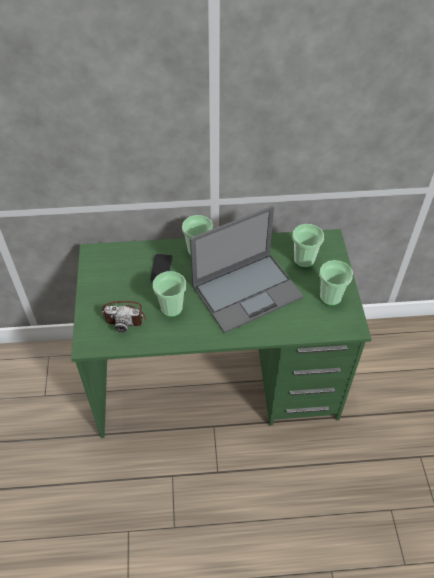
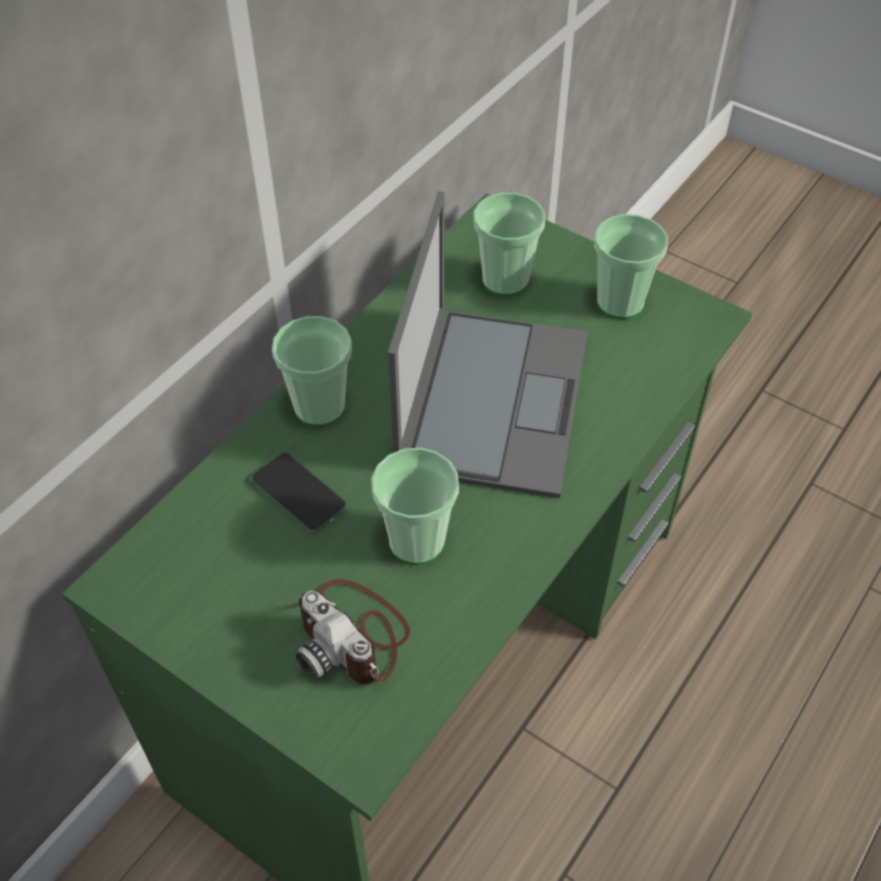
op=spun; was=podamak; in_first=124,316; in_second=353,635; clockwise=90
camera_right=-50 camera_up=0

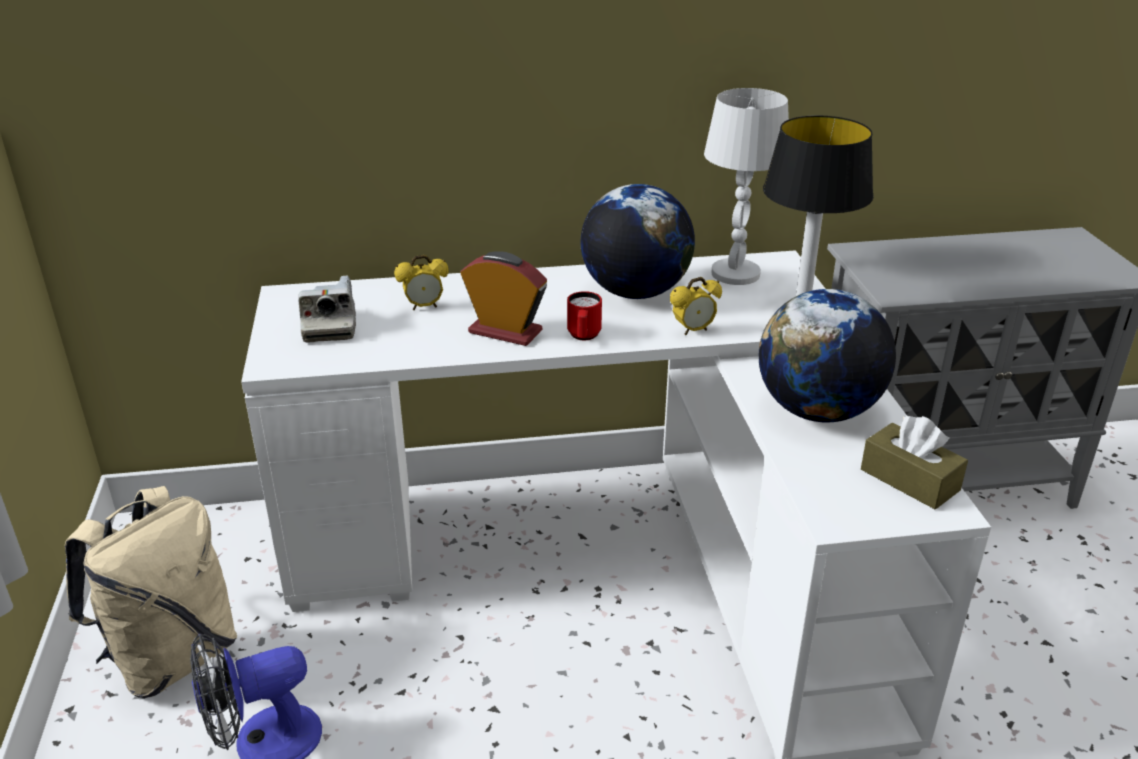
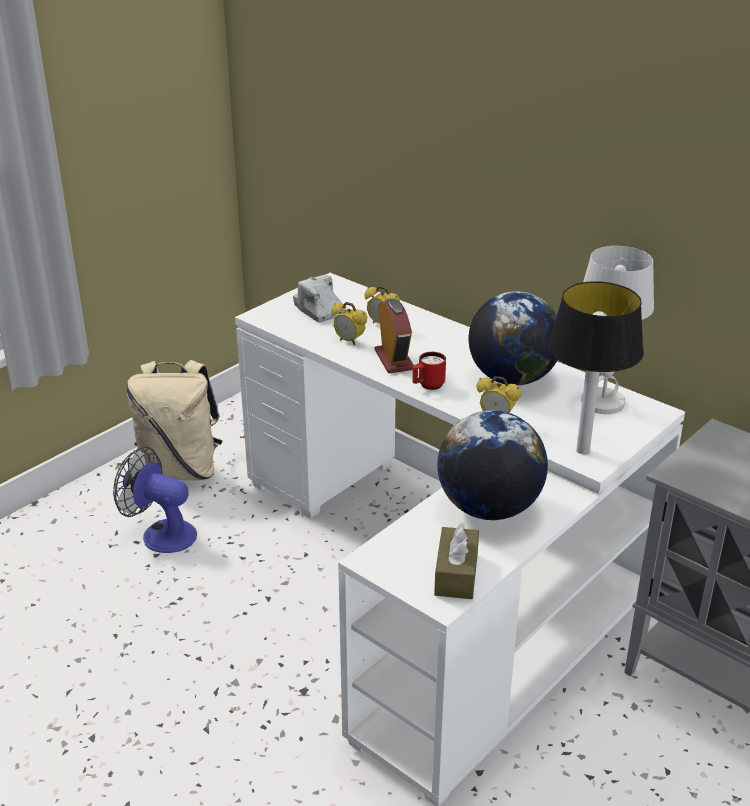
op=spun; was=podamak; in_first=330,326; in_second=319,310; clockwise=105
op=appeared; now=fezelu; in_second=349,341
camera_right=50 camera_up=0

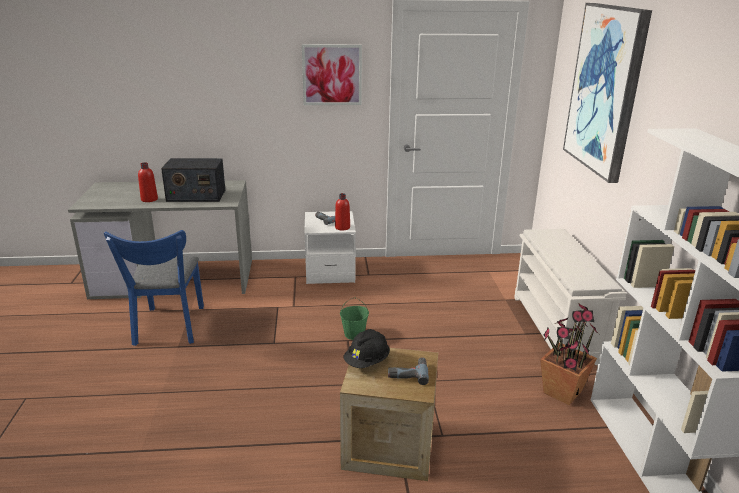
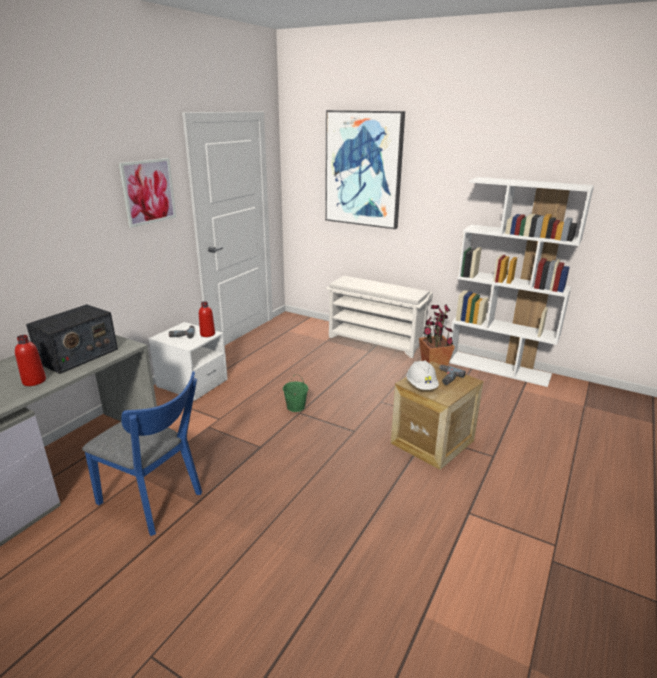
op=colour; was=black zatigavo; now=white zatigavo; in_first=367,362; in_second=421,386
camera_right=-55 camera_up=0

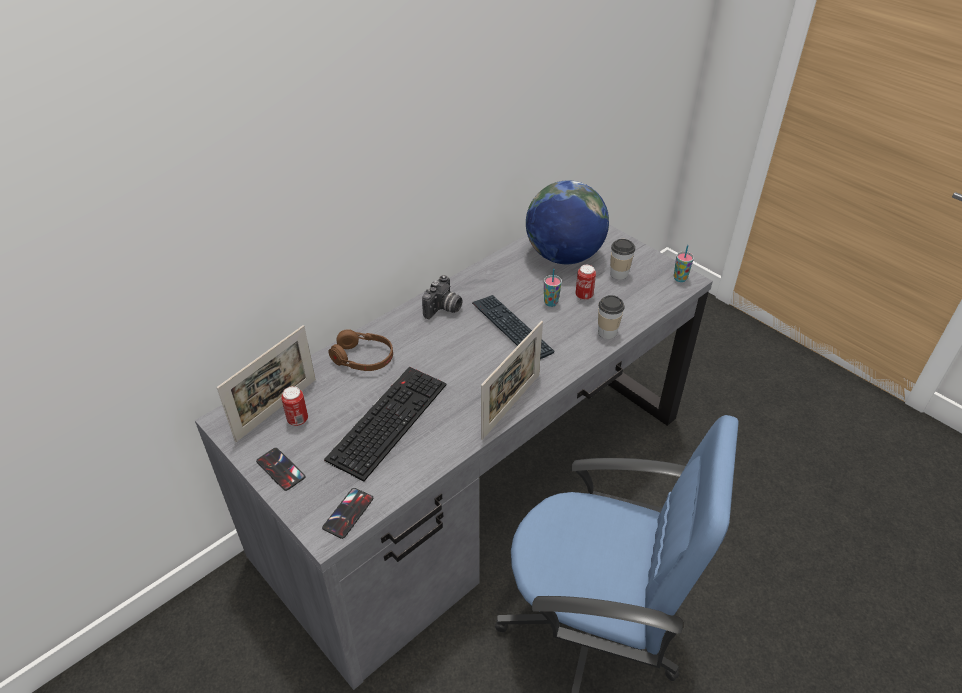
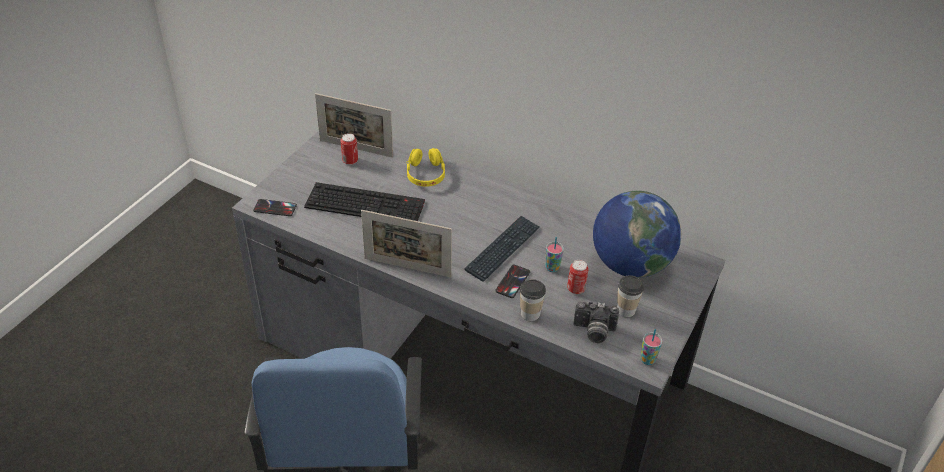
op=colour; was=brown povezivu; now=yellow povezivu; in_first=363,358; in_second=425,174
op=relocated; was=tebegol; in_first=280,469; in_second=512,281
op=relocated; was=podamak; in_first=444,309; in_second=594,332
camera_right=70 camera_up=0

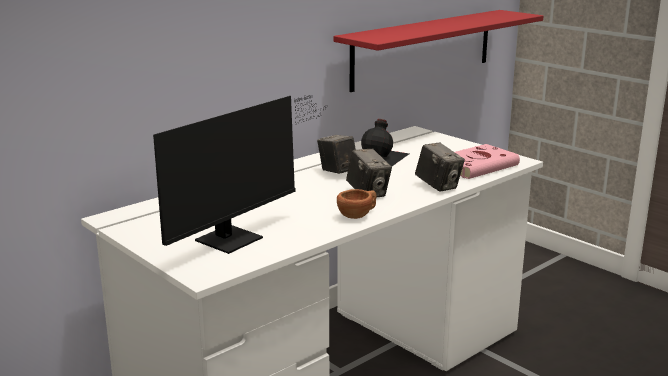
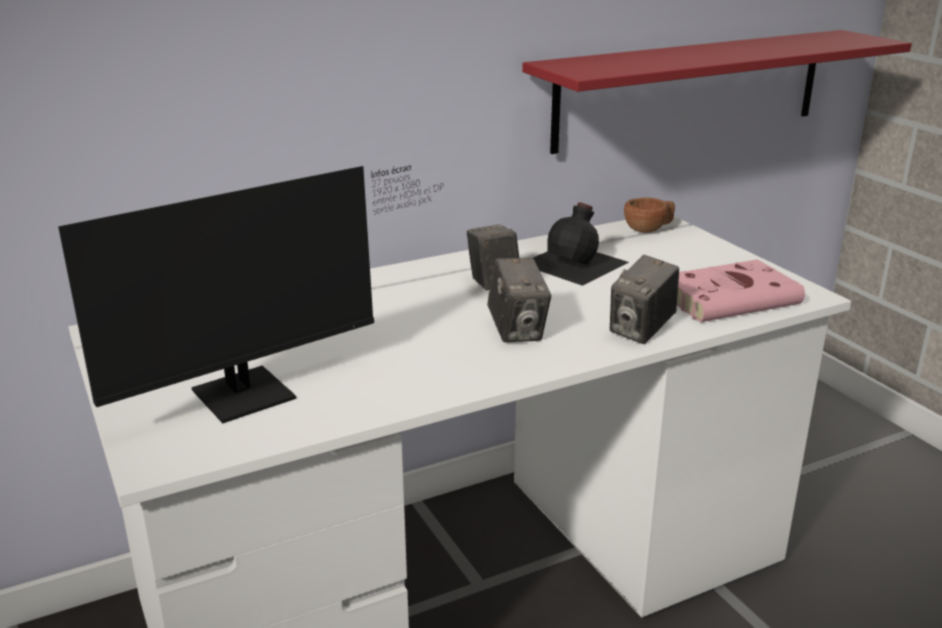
op=spun; was=podamak; in_first=438,186; in_second=641,331; clockwise=60
op=relocated; was=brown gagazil; in_first=358,215; in_second=649,229
camera_right=15 camera_up=5

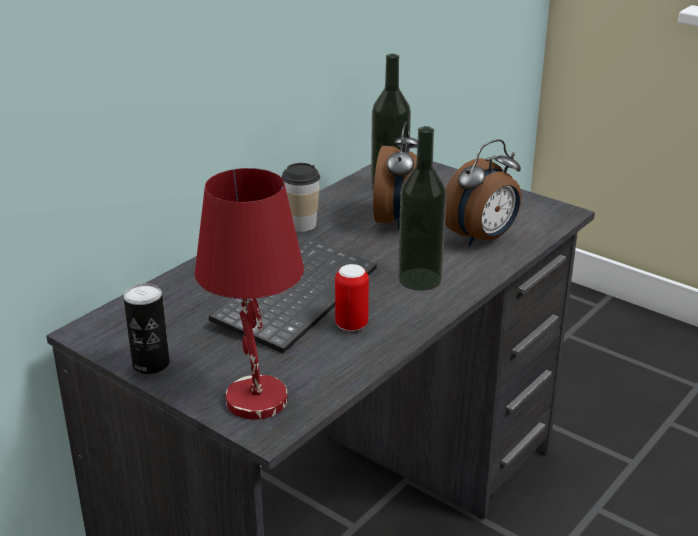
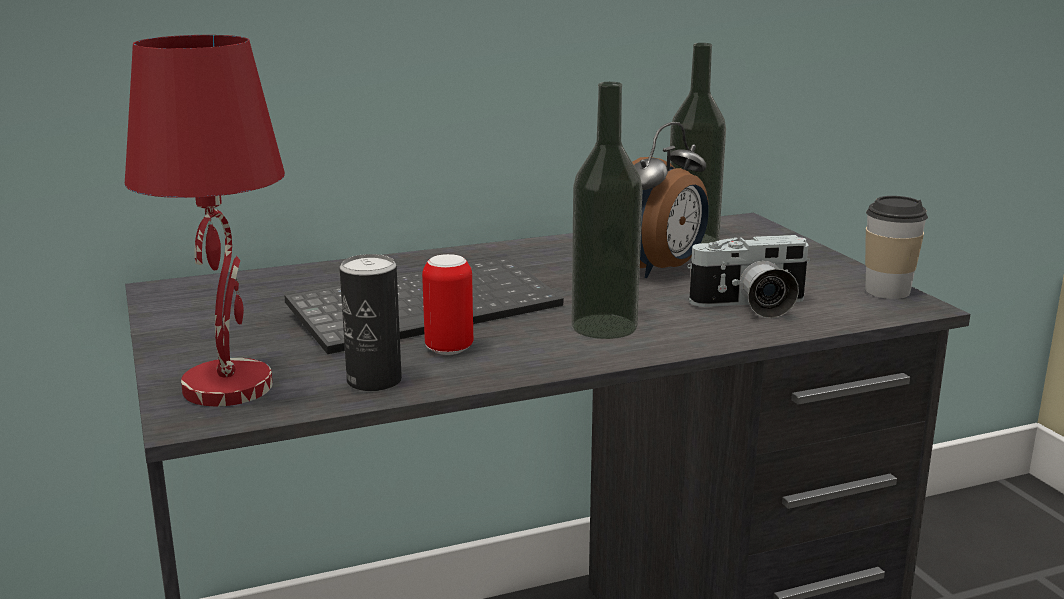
op=relocated; was=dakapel; in_first=151,364; in_second=374,381
op=exchanged; was=fezelu; now=podamak; in_first=482,238; in_second=751,307
op=relocated; was=gagazil; in_first=302,224; in_second=887,291
camera_right=30 camera_up=-10

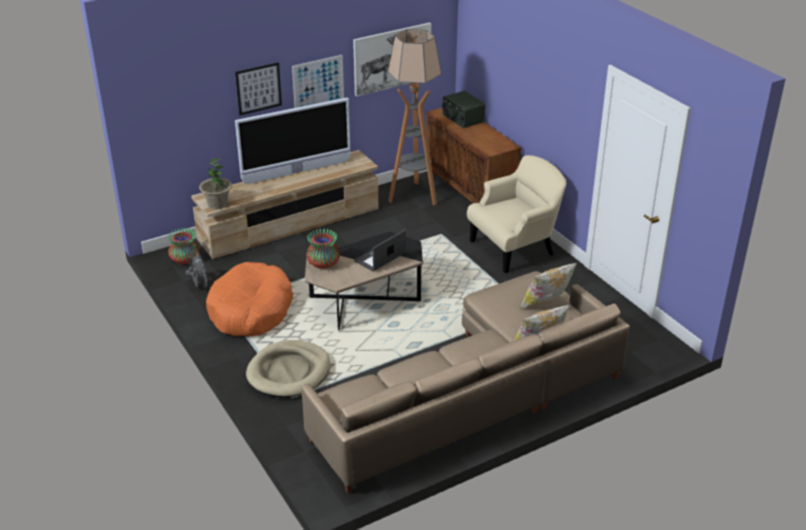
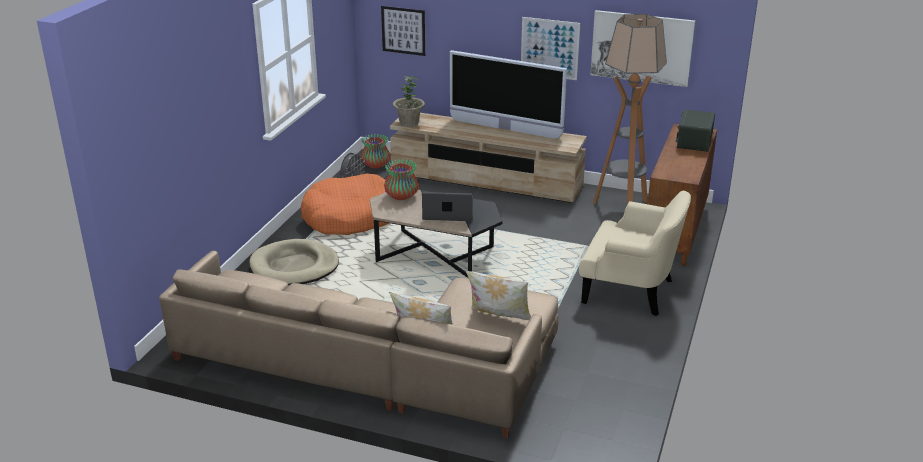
op=relocated; was=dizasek; in_first=258,88; in_second=403,30
camera_right=50 camera_up=-5

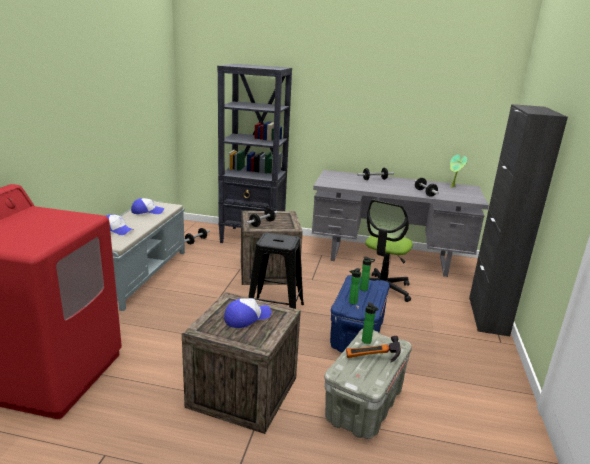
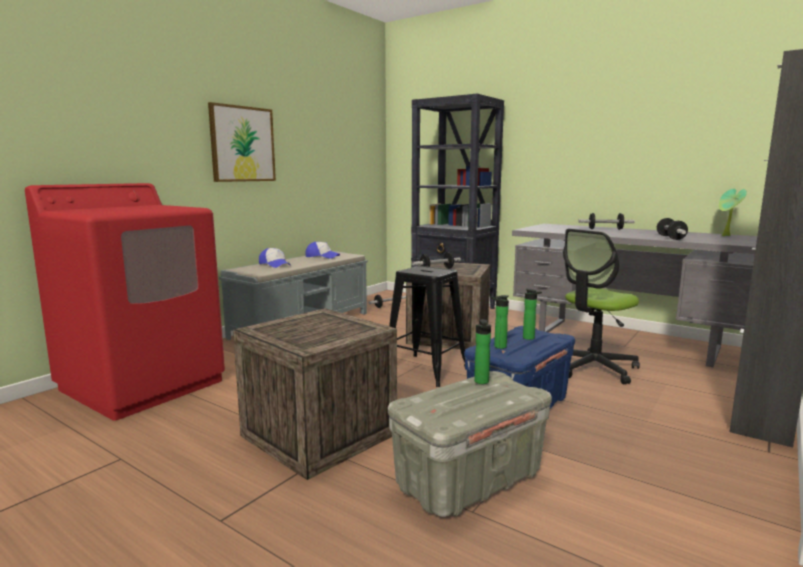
op=appeared; now=dizasek; in_second=242,144
op=missing; was=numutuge; in_first=247,317
op=missing; was=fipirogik; in_first=372,360
camera_right=25 camera_up=-10

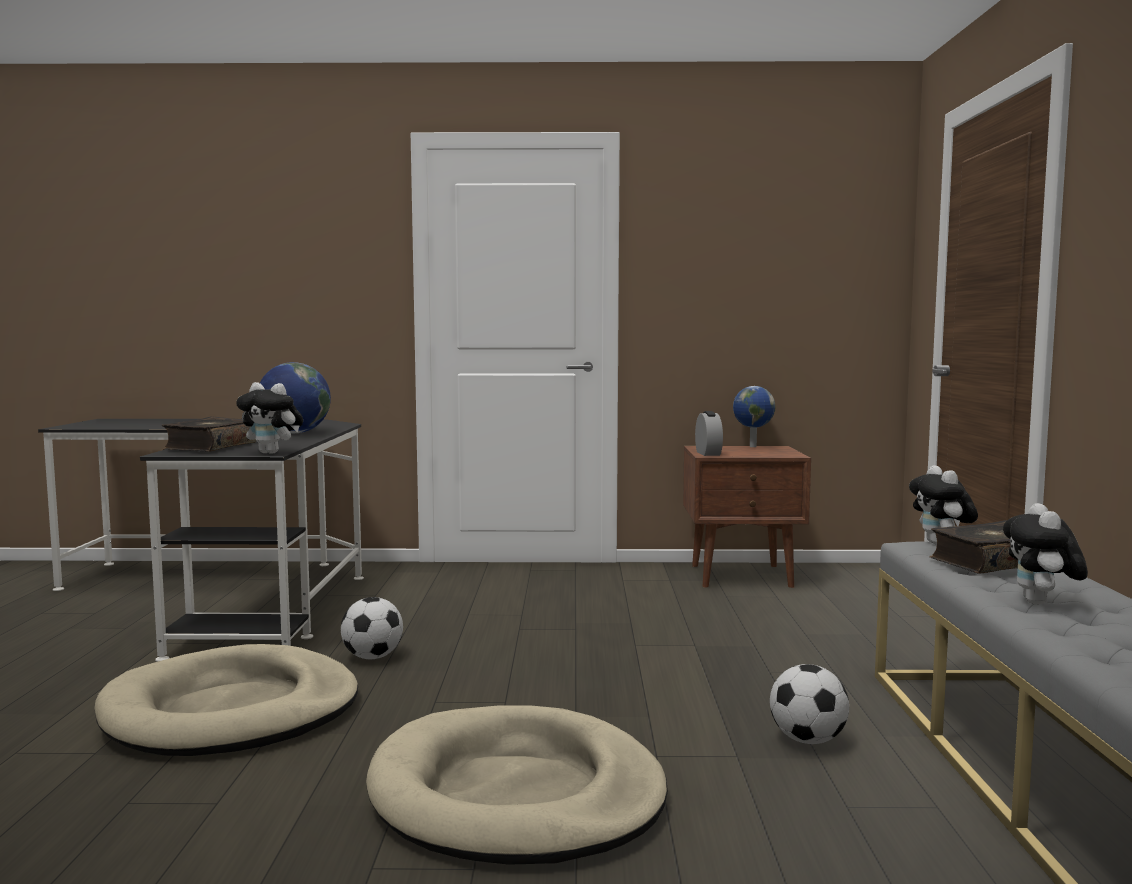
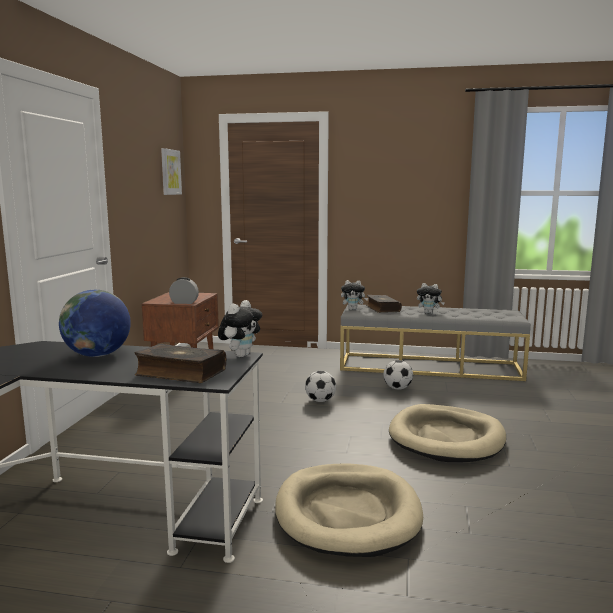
op=appeared; now=dizasek; in_second=170,172
op=relocated; was=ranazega; in_first=372,657; in_second=320,400
op=missing; was=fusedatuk; in_first=752,446
camera_right=-80 camera_up=5

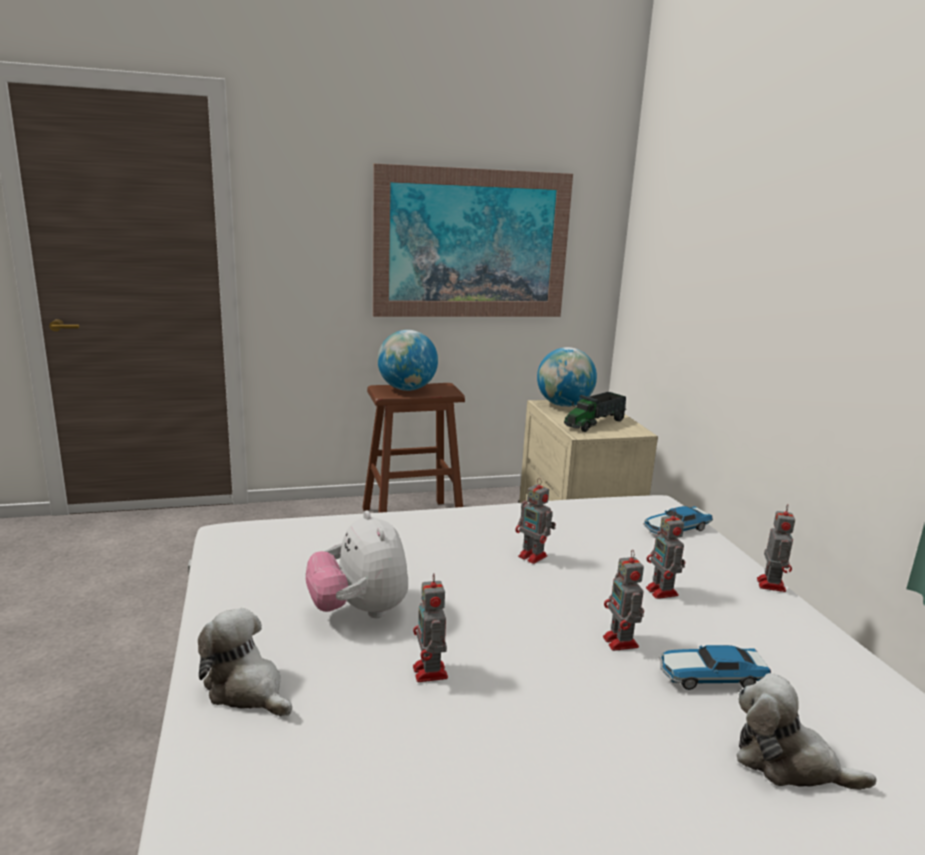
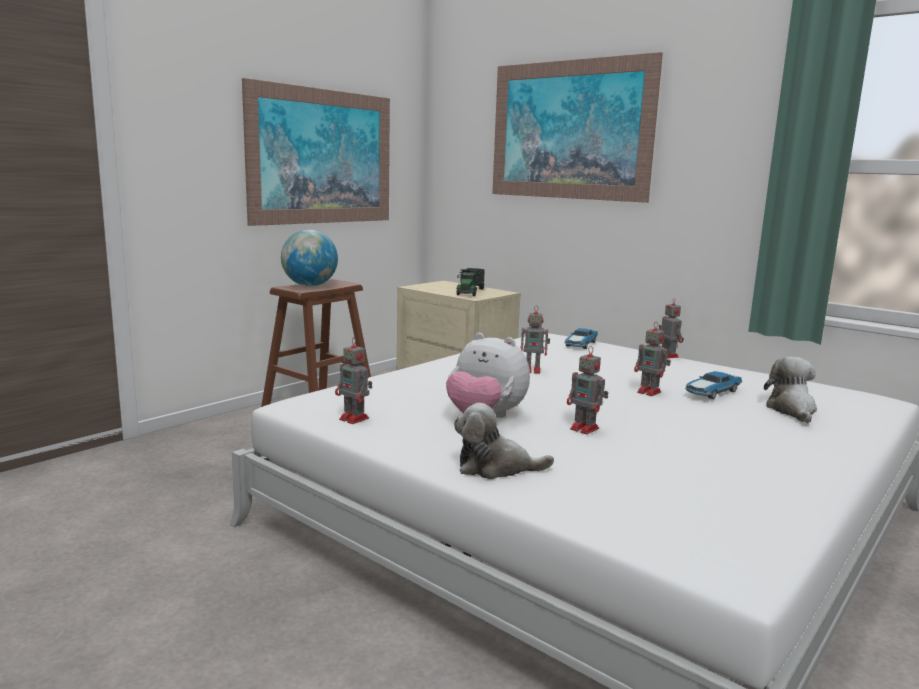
op=relocated; was=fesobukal; in_first=662,592; in_second=355,419
op=appeared; now=dizasek; in_second=569,130
op=spun; was=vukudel; in_first=787,762; in_second=792,410; clockwise=105
op=missing; was=fusedatuk; in_first=564,405
camera_right=-35 camera_up=-5

